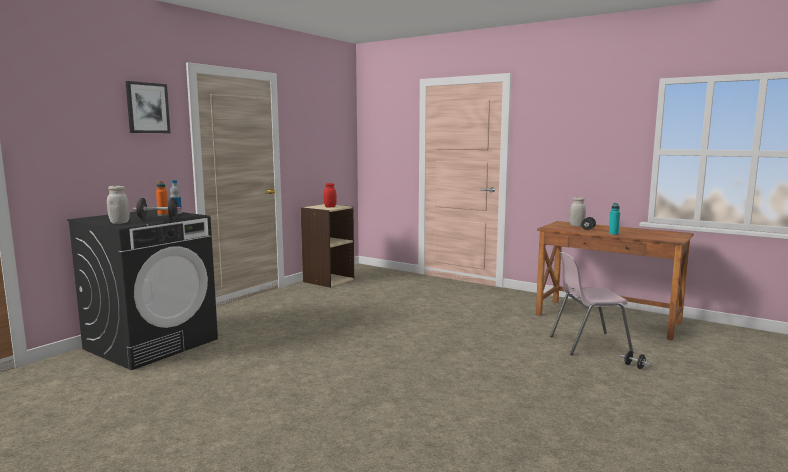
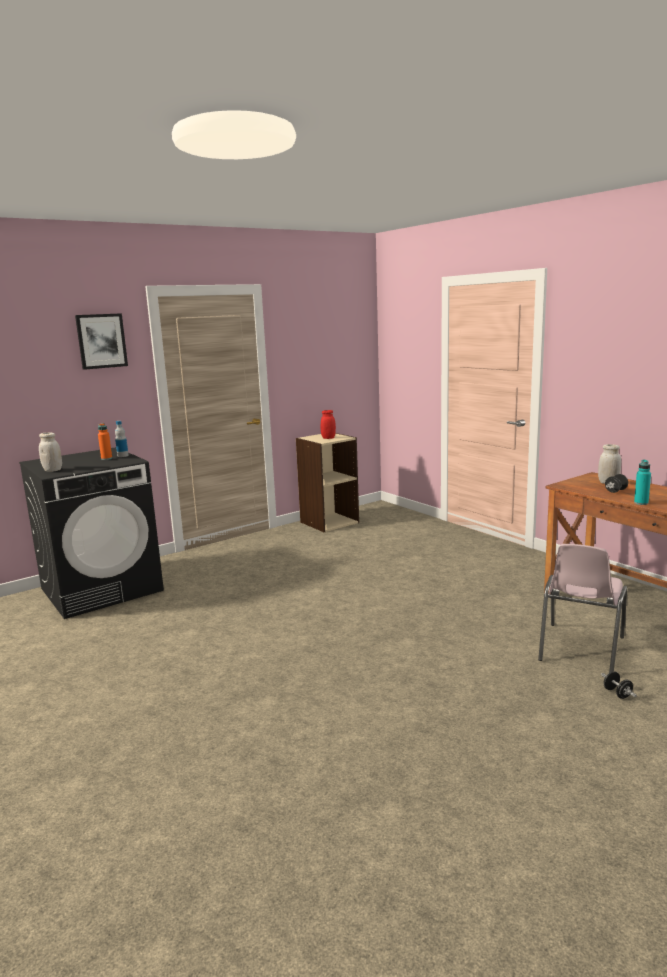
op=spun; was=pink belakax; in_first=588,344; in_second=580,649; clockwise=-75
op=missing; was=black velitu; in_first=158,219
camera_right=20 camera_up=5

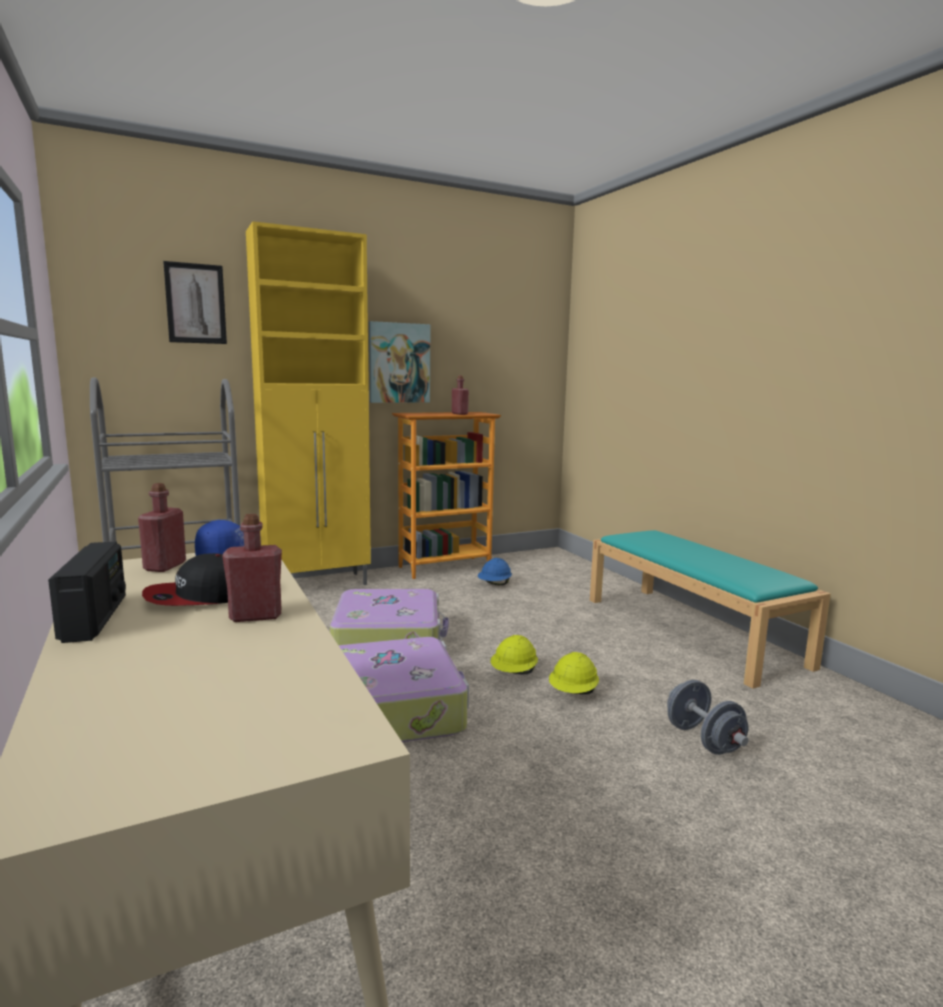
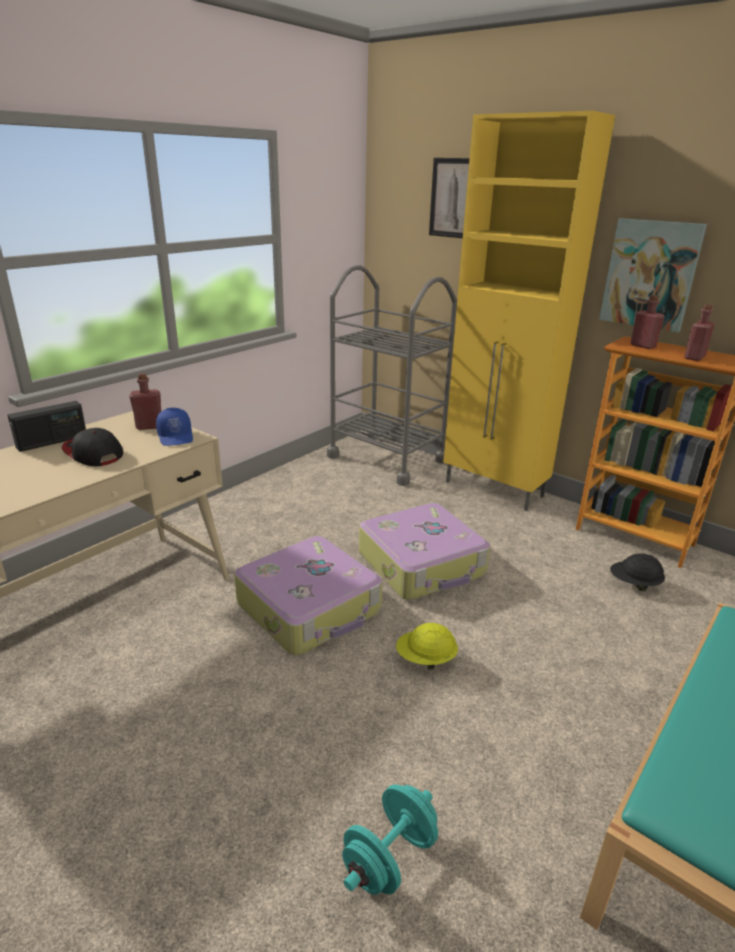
op=colour; was=grey velitu; now=turquoise velitu; in_first=703,740; in_second=389,857
op=colour; was=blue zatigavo; now=black zatigavo; in_first=494,585; in_second=634,584
op=relocated; was=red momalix; in_first=255,616; in_second=643,346
op=missing; was=yellow zatigavo; in_first=573,693
camera_right=65 camera_up=15

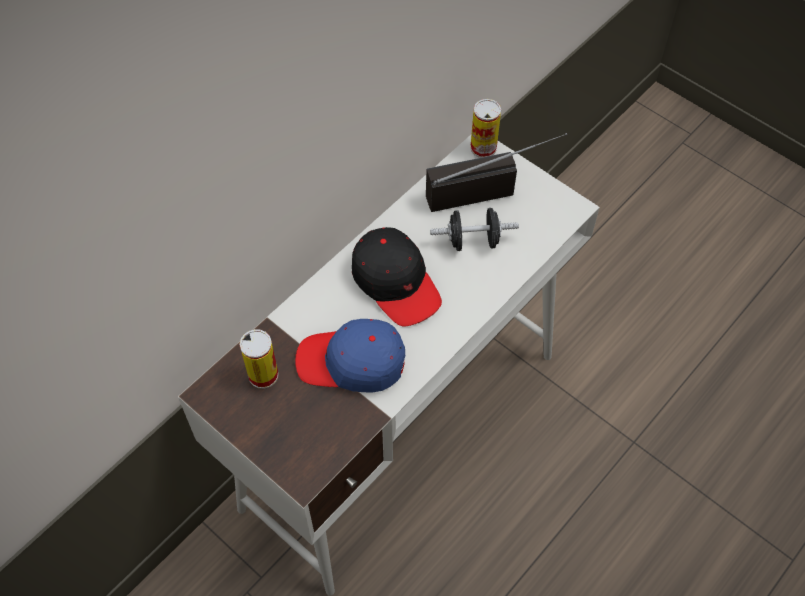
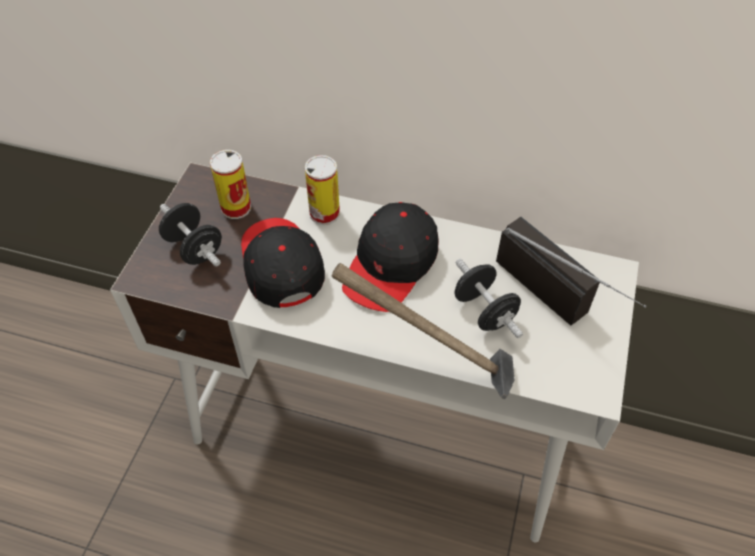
op=appeared; now=black velitu; in_second=194,248
op=colour; was=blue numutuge; now=black numutuge; in_first=352,362; in_second=280,265
op=relocated; was=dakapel; in_first=483,148; in_second=324,213
op=appeared; now=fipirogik; in_second=431,365
camera_right=65 camera_up=-5

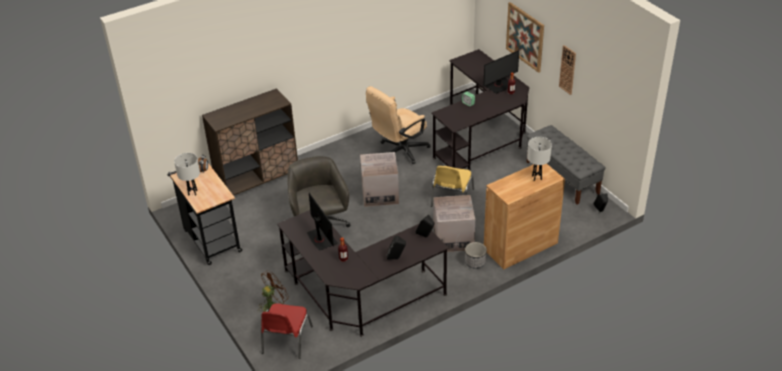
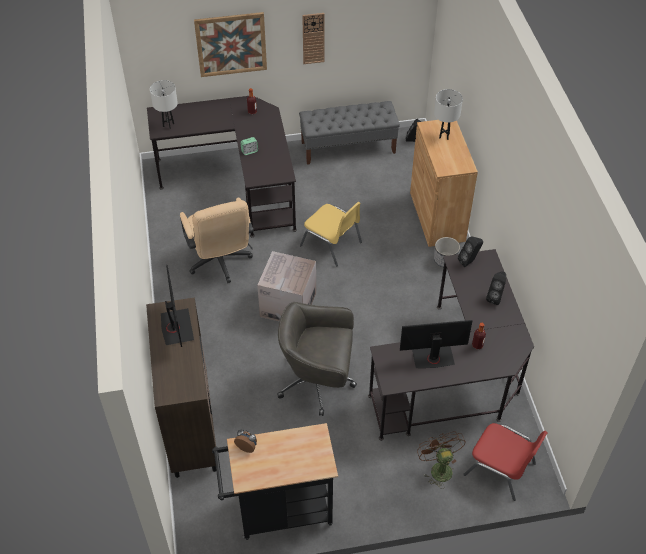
op=relocated; was=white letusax; in_first=192,193; in_second=168,125
op=relocated; was=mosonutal; in_first=499,85; in_second=176,327
op=missing; was=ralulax; in_first=453,238
camera_right=-70 camera_up=10

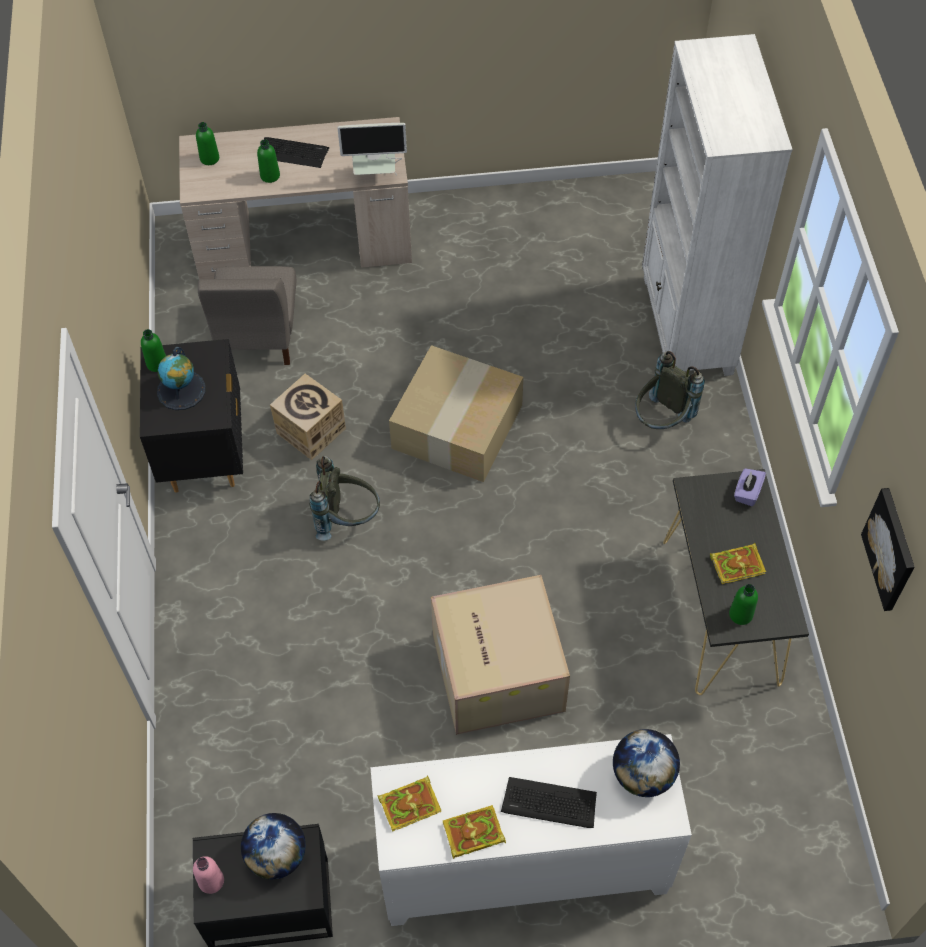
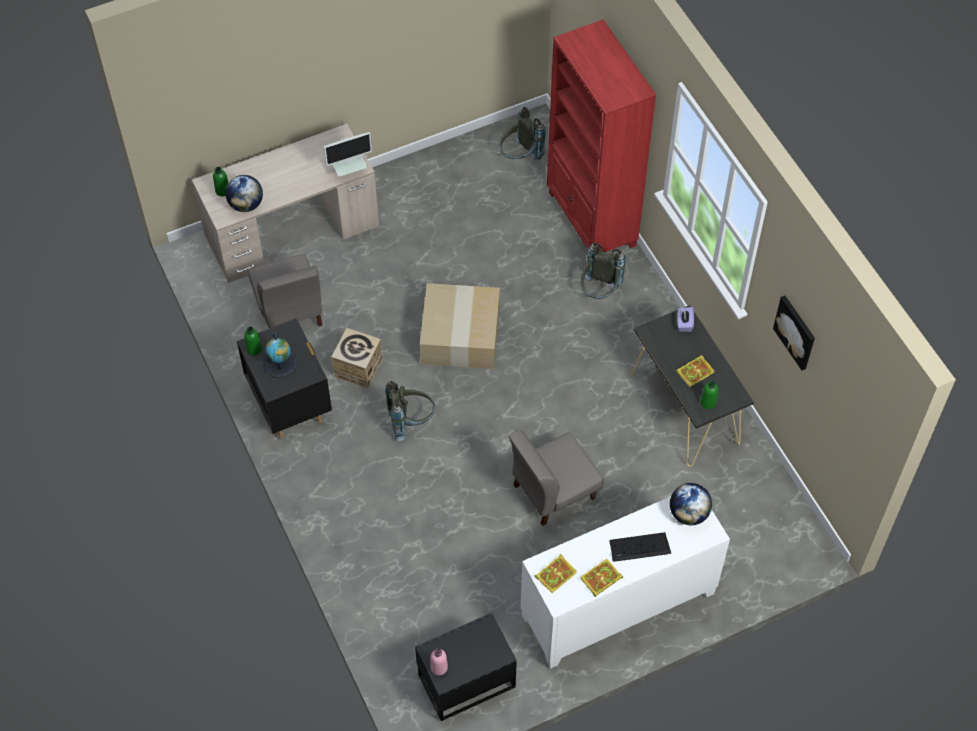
op=relocated; was=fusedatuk; in_first=277,856; in_second=246,205
op=appeared; now=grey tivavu; in_second=520,156
op=exchanged; was=ralulax; now=grey belakax; in_first=496,671; in_second=553,491
op=colour; was=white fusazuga; now=red fusazuga; in_first=686,326; in_second=591,220
op=missing; was=green momalix; in_first=270,176
op=missing; was=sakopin; in_first=293,153
camera_right=-20 camera_up=0

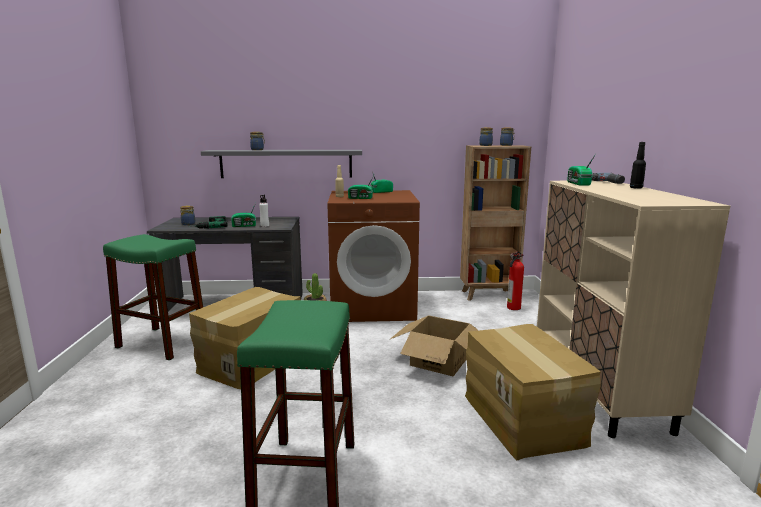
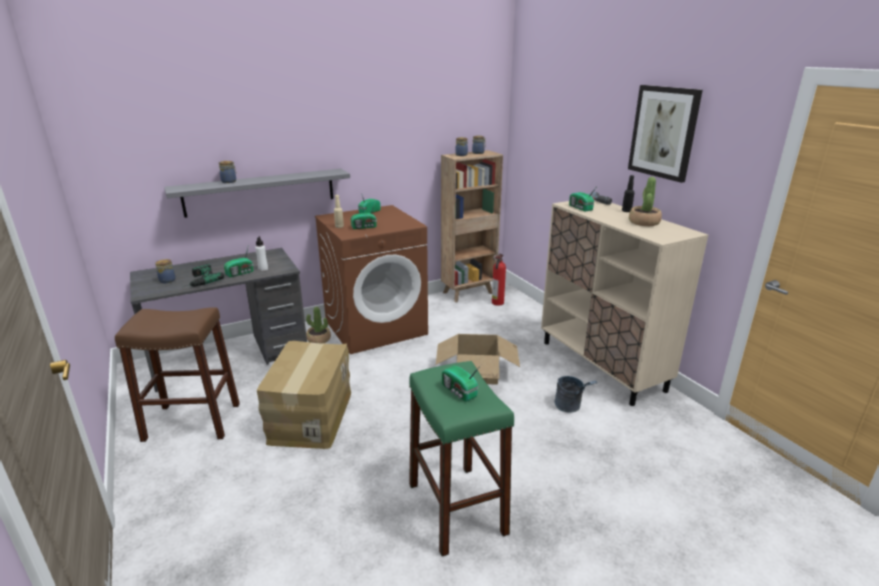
op=colour; was=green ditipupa; now=brown ditipupa; in_first=162,343; in_second=192,422
op=appeared; now=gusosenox; in_second=459,392
op=exchanged; was=ralulax; now=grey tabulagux; in_first=524,418; in_second=571,407
op=appeared; now=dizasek; in_second=663,132
op=appeared; now=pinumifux; in_second=643,222
camera_right=-25 camera_up=10

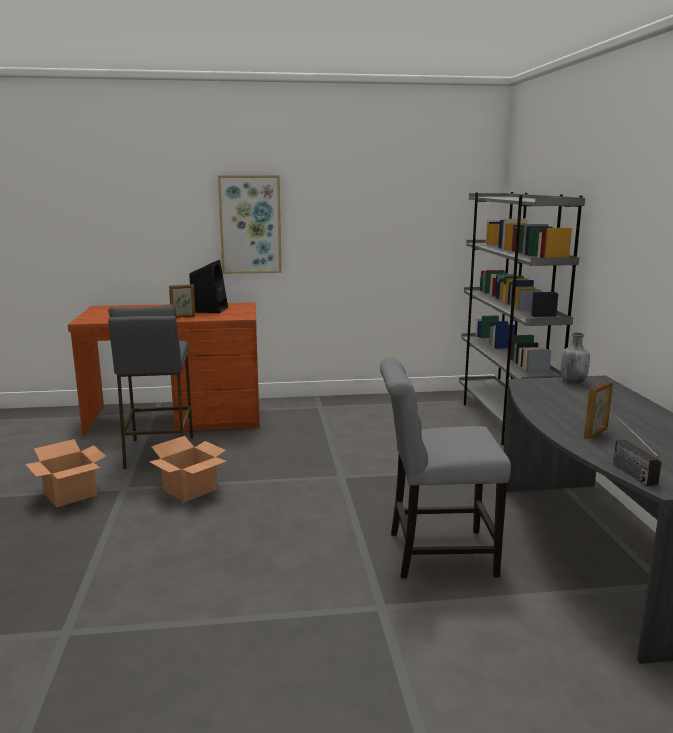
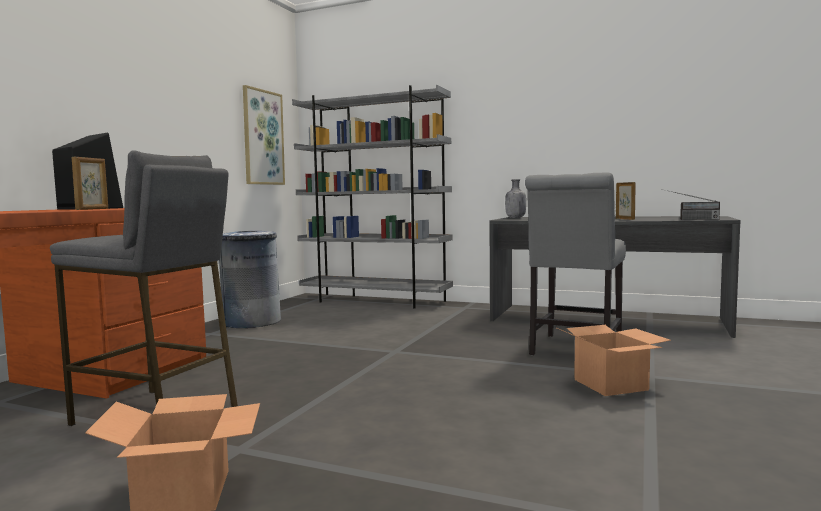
op=appeared; now=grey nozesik; in_second=252,322
op=relocated; was=dizasek; in_first=250,225; in_second=263,137
op=relocated; was=ralulax; in_first=190,489; in_second=609,384
camera_right=-60 camera_up=-10

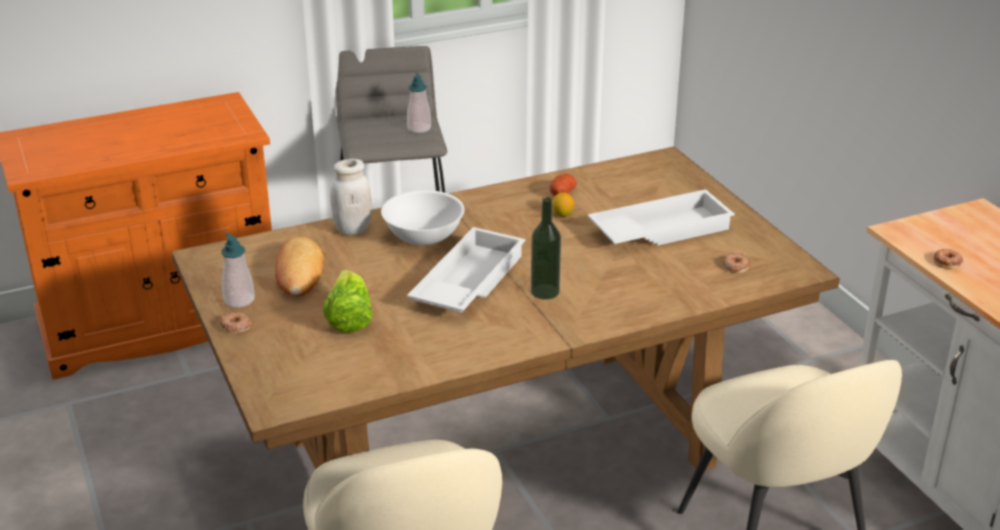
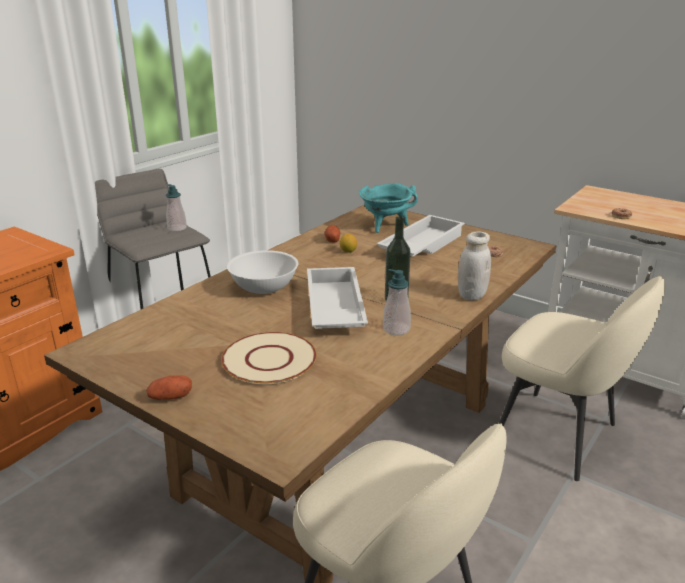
op=exchanged; was=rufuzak; now=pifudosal; in_first=235,326; in_second=170,397
op=exchanged; was=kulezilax; now=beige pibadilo; in_first=349,319; in_second=269,360
op=appeared; now=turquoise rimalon; in_second=385,226
op=relocated; was=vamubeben; in_first=239,300; in_second=396,329
op=relocated; was=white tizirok; in_first=353,229; in_second=471,295
op=missing; was=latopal; in_first=298,273
camera_right=-30 camera_up=-5

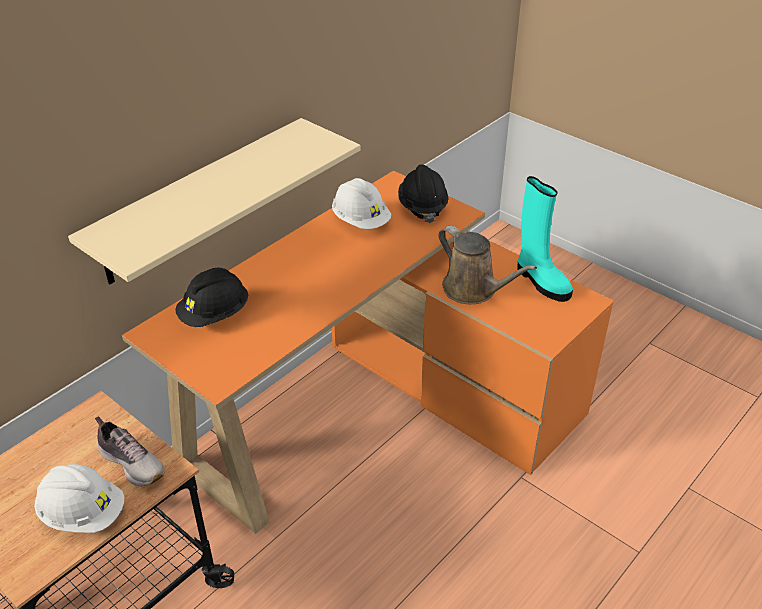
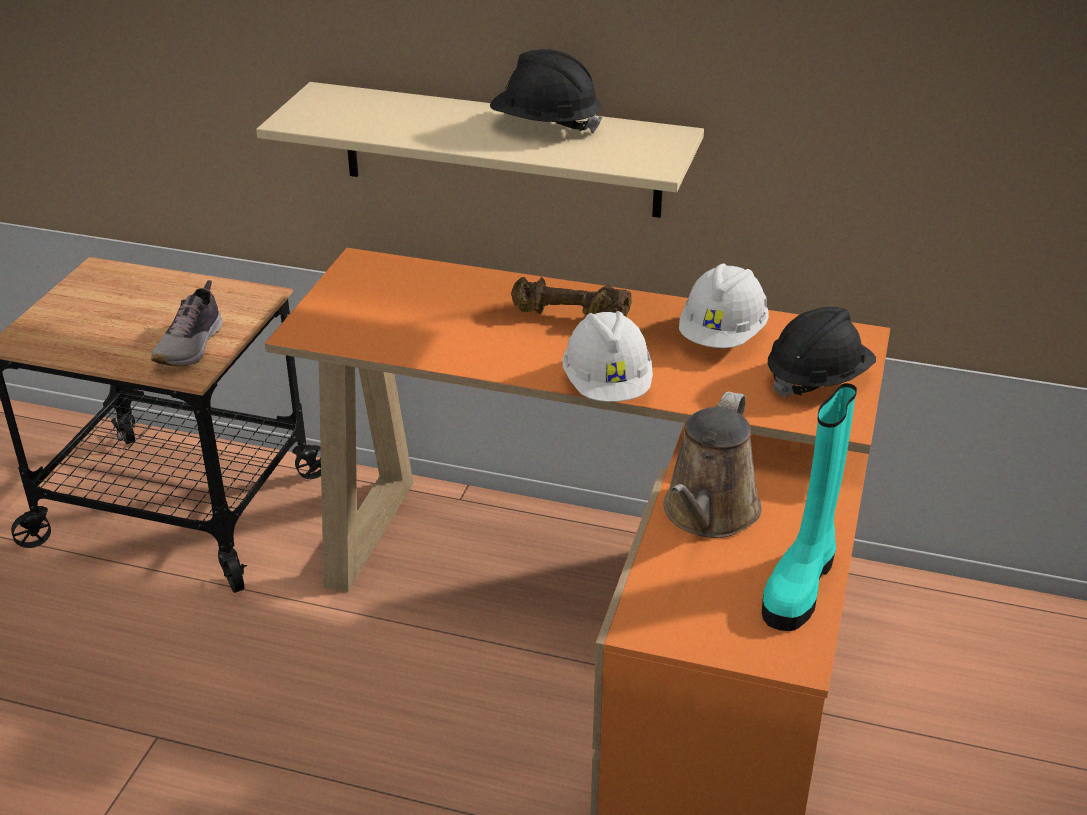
op=relocated; was=black zatigavo; in_first=214,315; in_second=545,126
op=appeared; now=brown velitu; in_second=569,316
op=relocated; was=white zatigavo; in_first=83,514; in_second=607,386
camera_right=65 camera_up=-5

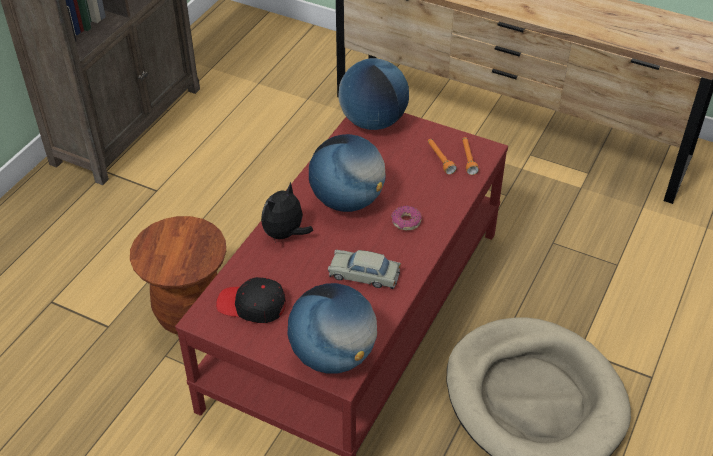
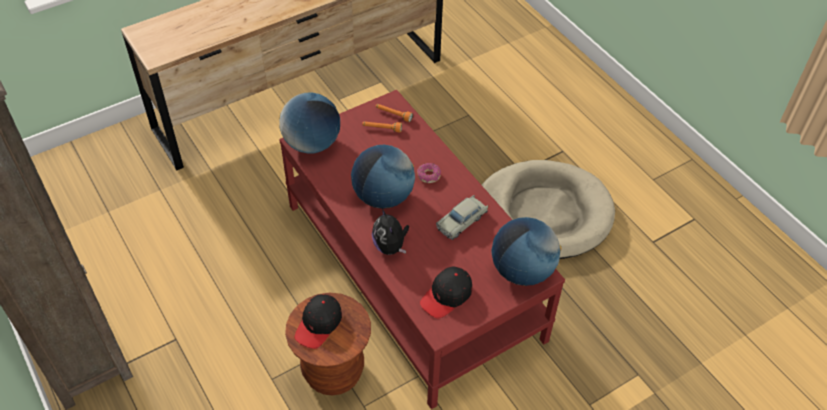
op=appeared; now=black numutuge; in_second=319,324
camera_right=-60 camera_up=5

